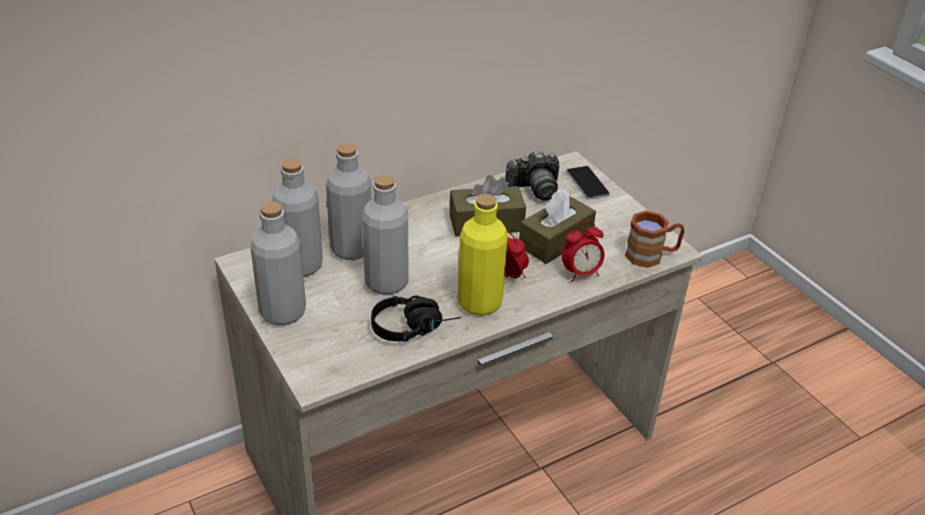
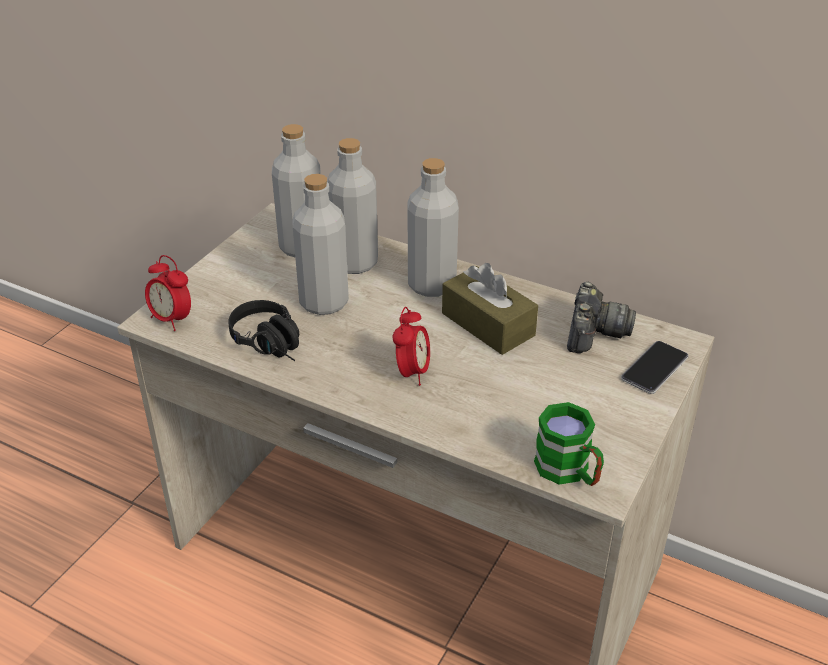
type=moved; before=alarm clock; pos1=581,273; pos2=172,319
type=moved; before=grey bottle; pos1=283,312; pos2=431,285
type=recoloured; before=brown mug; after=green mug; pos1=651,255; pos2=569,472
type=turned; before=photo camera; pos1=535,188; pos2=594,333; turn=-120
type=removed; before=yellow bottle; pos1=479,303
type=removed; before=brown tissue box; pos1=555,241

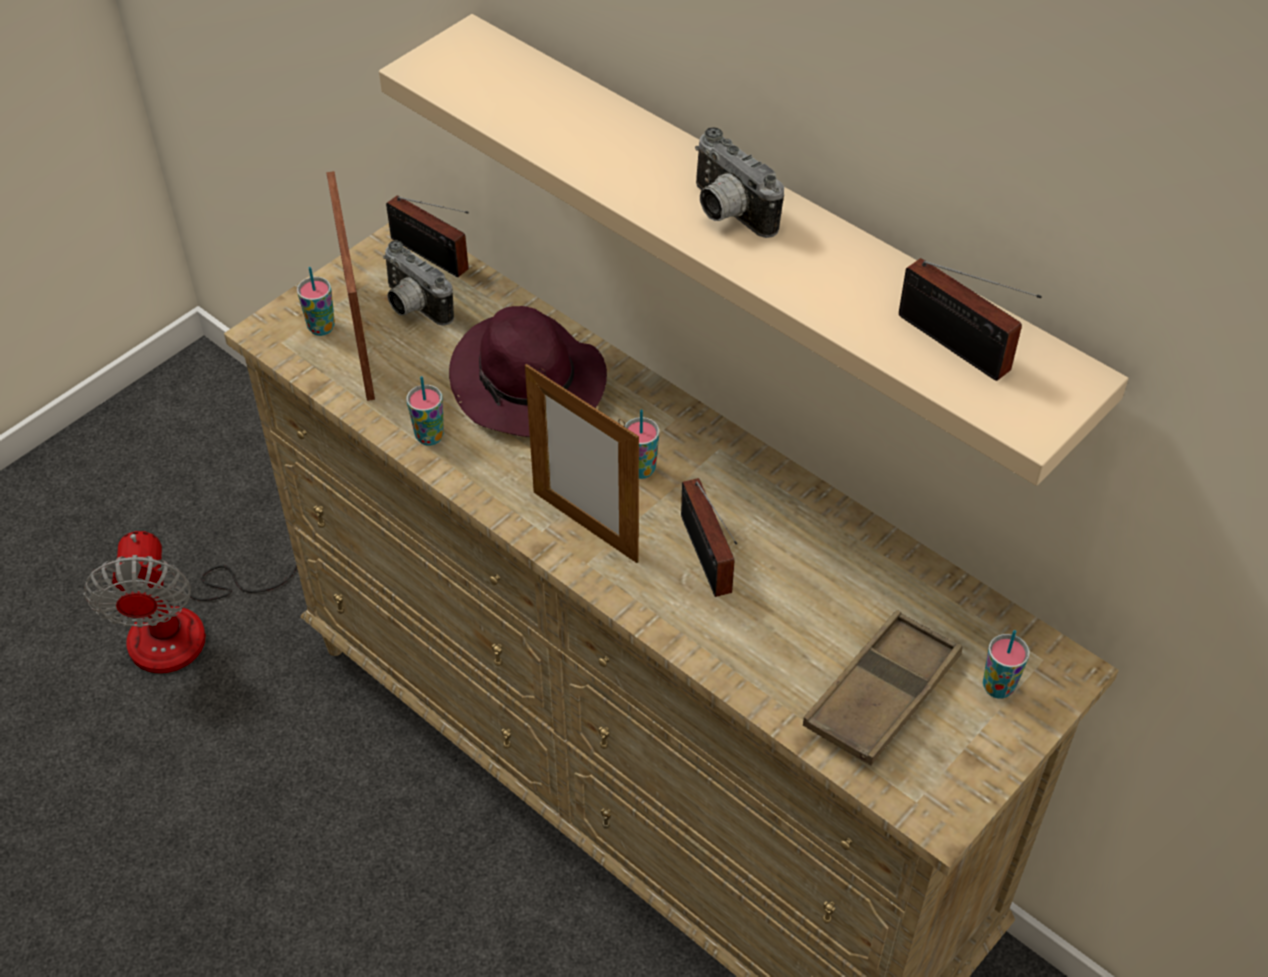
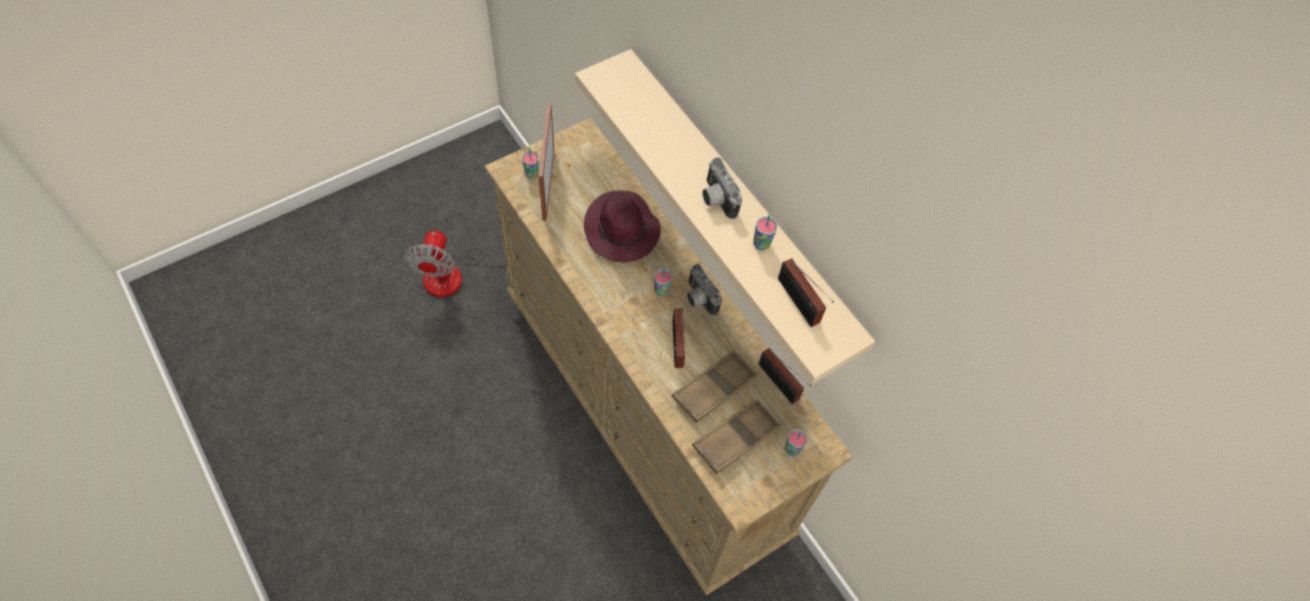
type=added; after=brown tray; pos2=714,389
type=moved; before=photo camera; pos1=412,307; pos2=698,299
type=moved; before=cup; pos1=429,436; pos2=761,244
type=moved; before=radio; pos1=432,257; pos2=779,384
type=removed; before=picture frame; pos1=585,526

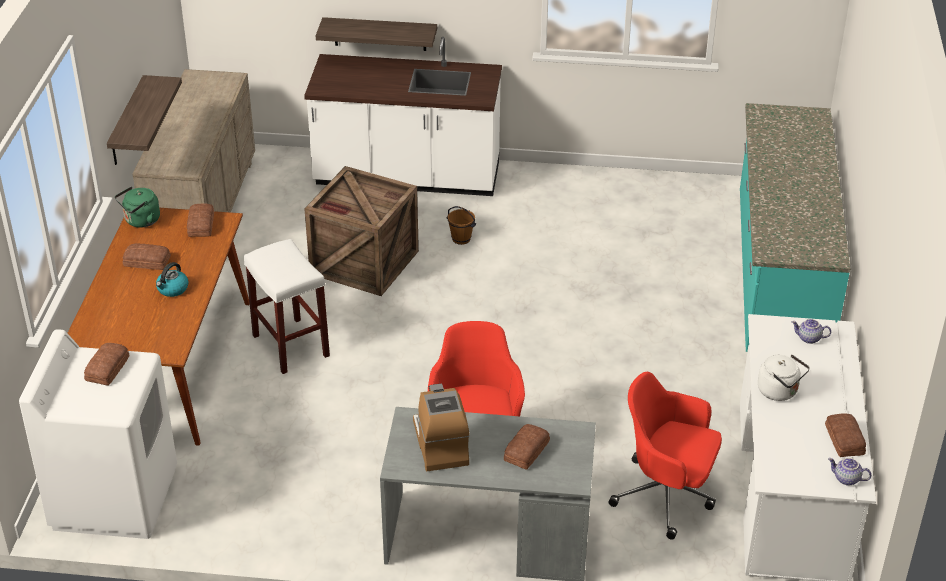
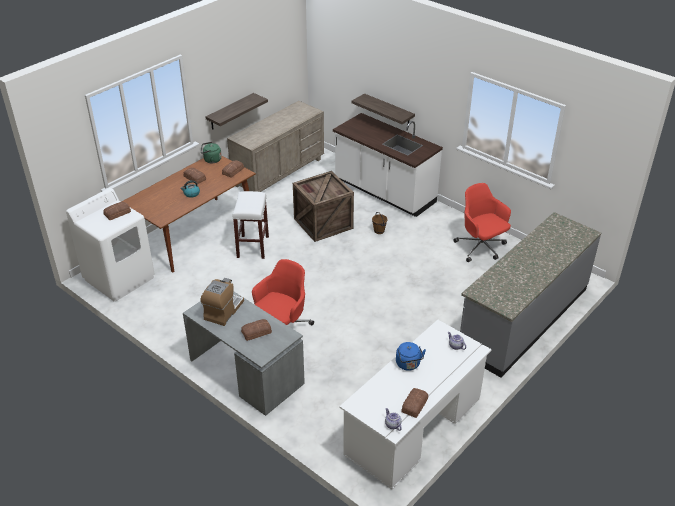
type=recoloured; before=white kettle; after=blue kettle; pos1=780,392; pos2=408,365
type=moved; before=red office chair; pos1=666,496; pos2=481,248
type=recoloured; before=turquoise counter; after=grey counter; pos1=778,279; pos2=523,319

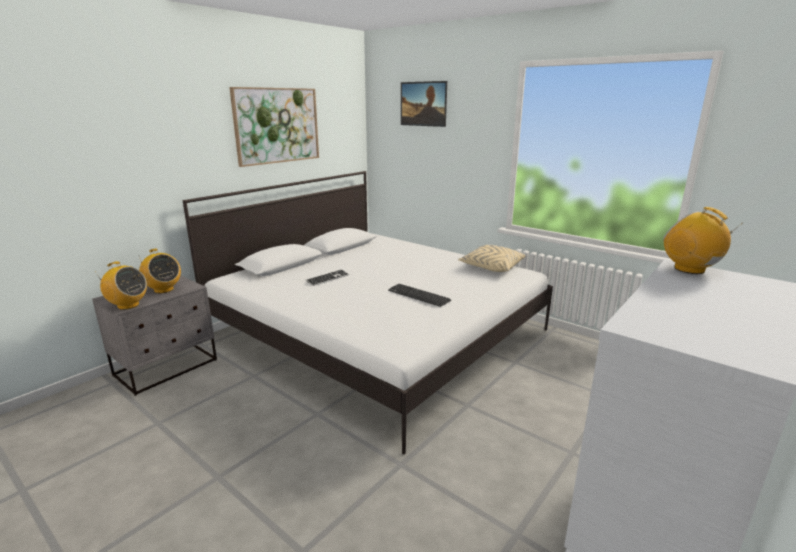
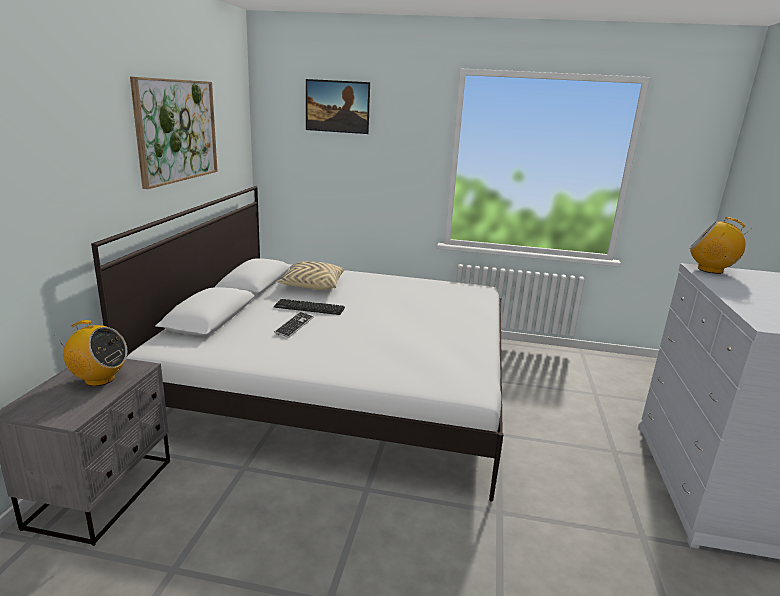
type=moved; before=keyboard; pos1=418,295; pos2=309,308
type=moved; before=beige pillow; pos1=491,267; pos2=312,286
type=removed; before=radio; pos1=128,305

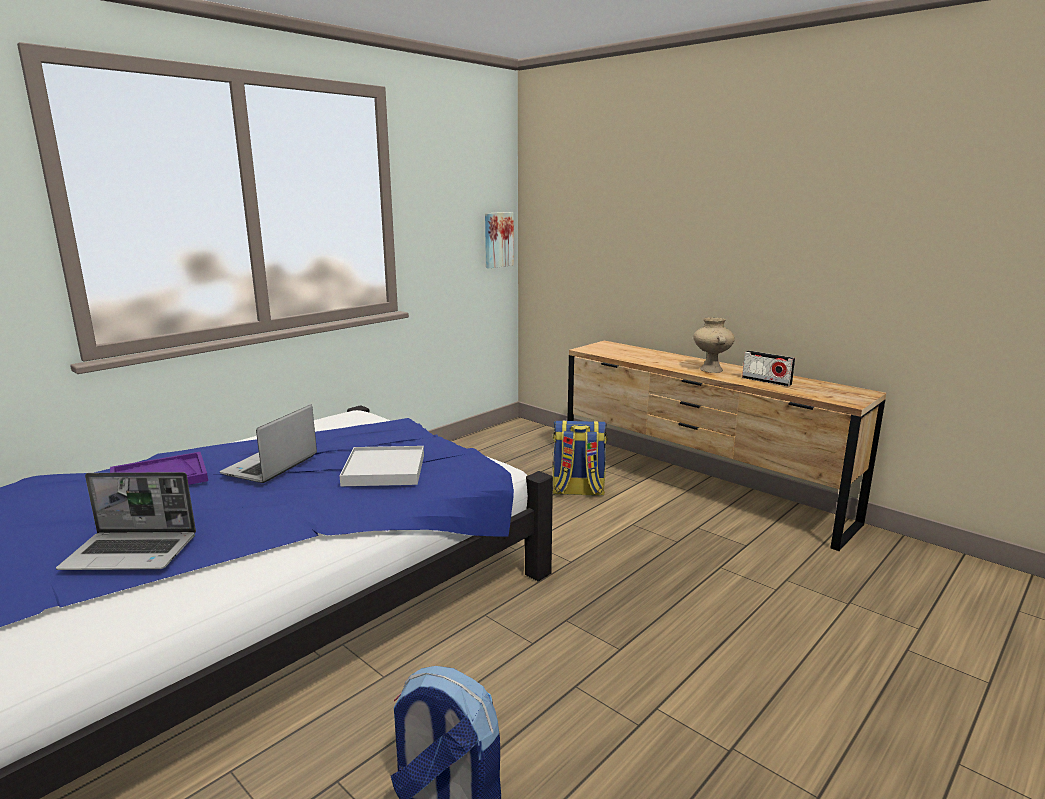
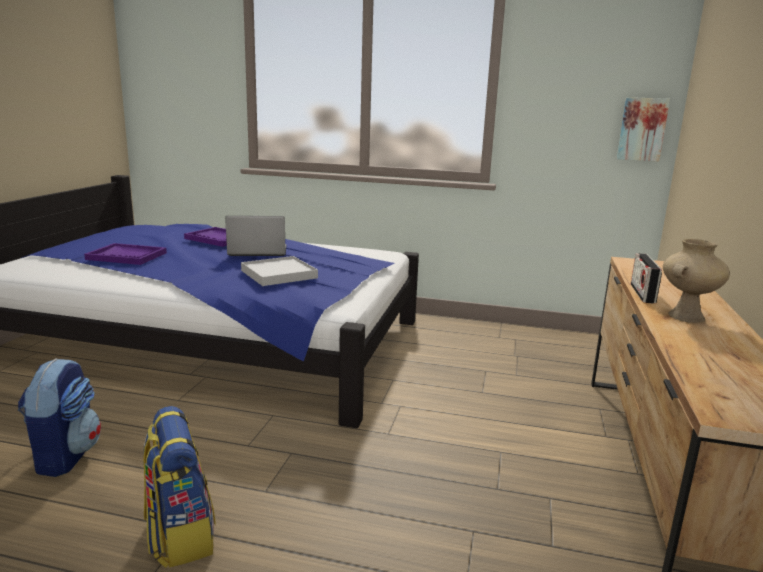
type=replaced; before=laptop; after=purple tray; pos1=132,552; pos2=127,256
type=moved; before=backpack; pos1=577,491; pos2=180,535
type=moved; before=radio; pos1=766,381; pos2=642,293

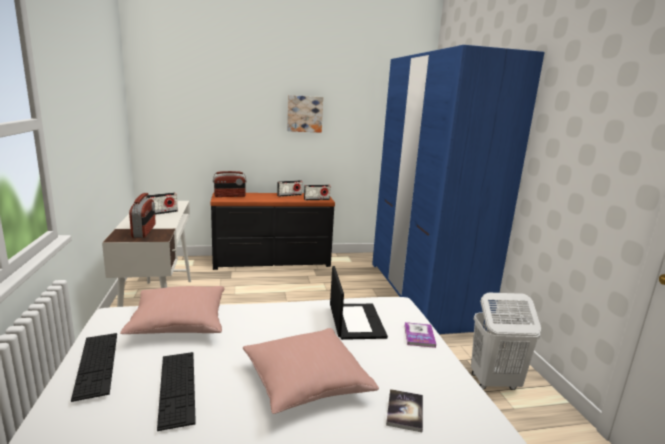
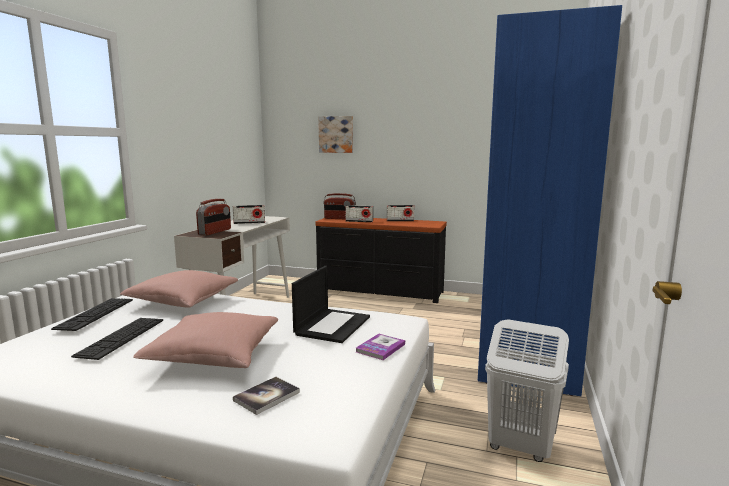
type=moved; before=picture; pos1=304,113; pos2=336,134
type=moved; before=radio; pos1=316,199; pos2=359,221

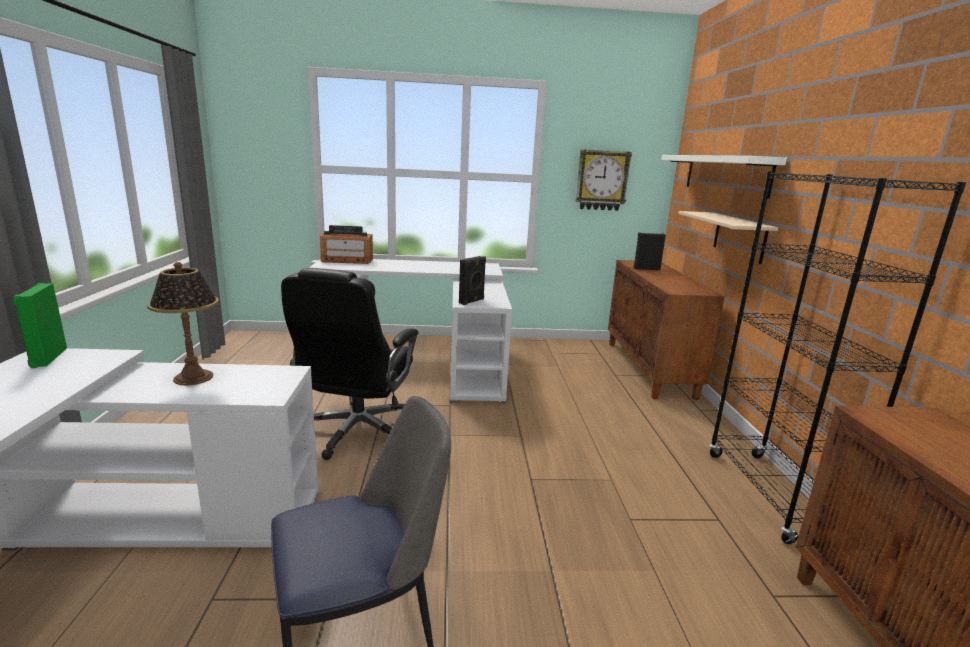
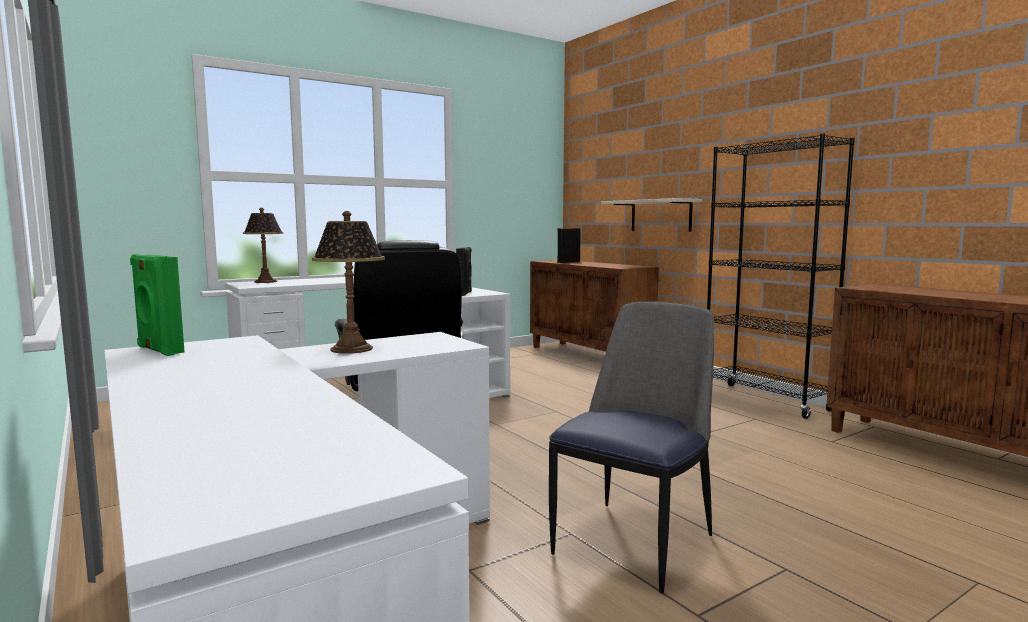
type=replaced; before=radio; after=table lamp; pos1=347,260; pos2=266,282
type=removed; before=wall clock; pos1=601,180
type=removed; before=white shelf; pos1=725,174

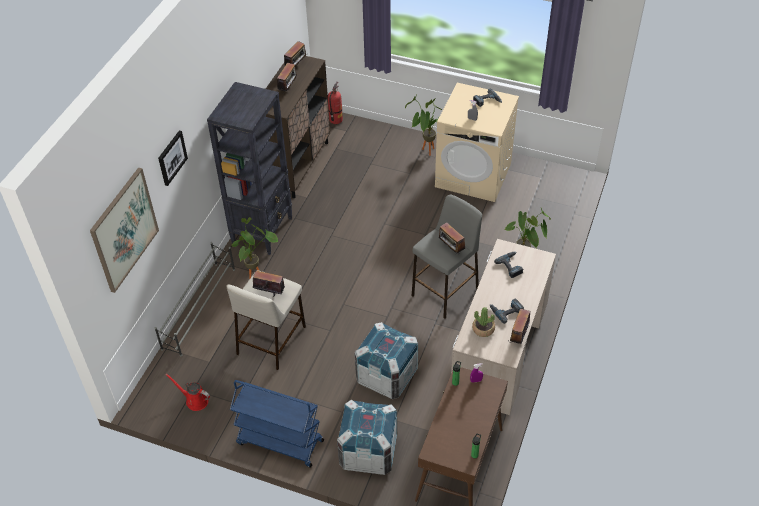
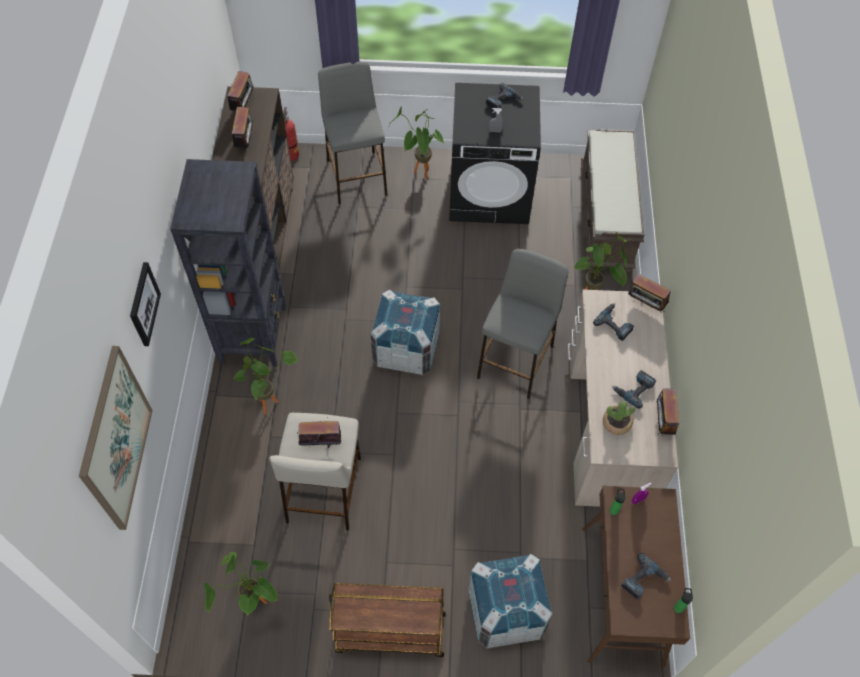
type=replaced; before=red watering can; after=potted plant; pos1=194,400; pos2=255,606
type=added; after=grey stool; pos2=356,176
type=recoloured; before=blue cart; after=brown cart; pos1=279,442; pos2=389,633
type=moved; before=crate; pos1=387,375; pos2=406,349
type=recoloured; before=beige washing machine; after=black washing machine; pos1=473,175; pos2=490,193
type=added; after=brown bench; pos2=606,218
type=added; after=power drill; pos2=644,580
type=moved; before=radio; pos1=451,249; pos2=645,305
type=removed; before=grey shoe rack; pos1=199,308

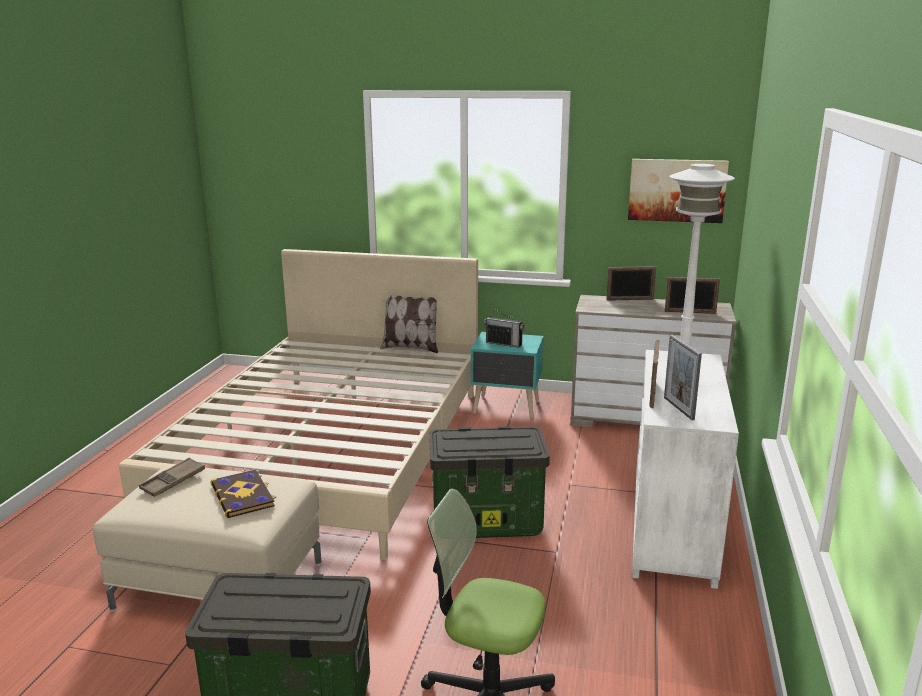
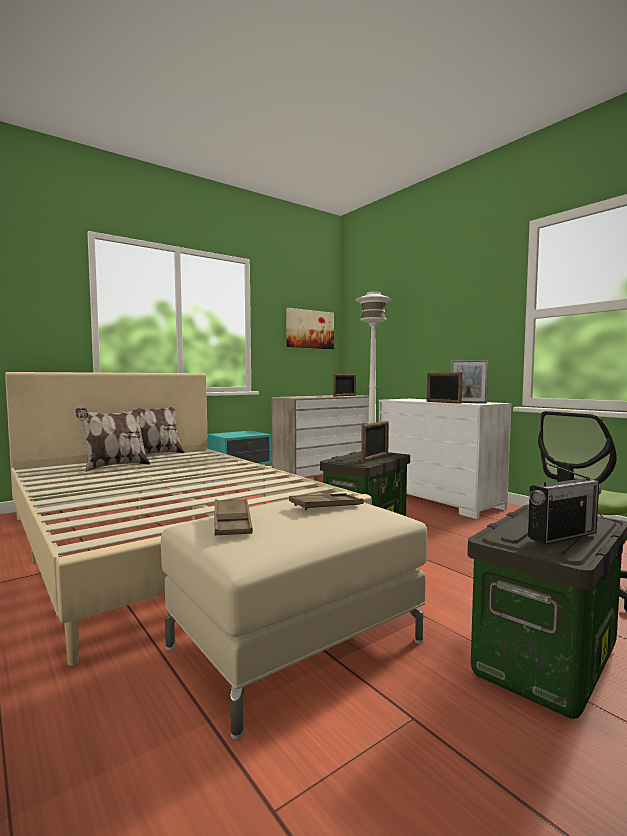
type=added; after=pillow; pos2=115,466
type=replaced; before=book; after=brown tray; pos1=243,495; pos2=326,506
type=moved; before=picture frame; pos1=630,299; pos2=375,458
type=moved; before=radio; pos1=504,343; pos2=562,535

